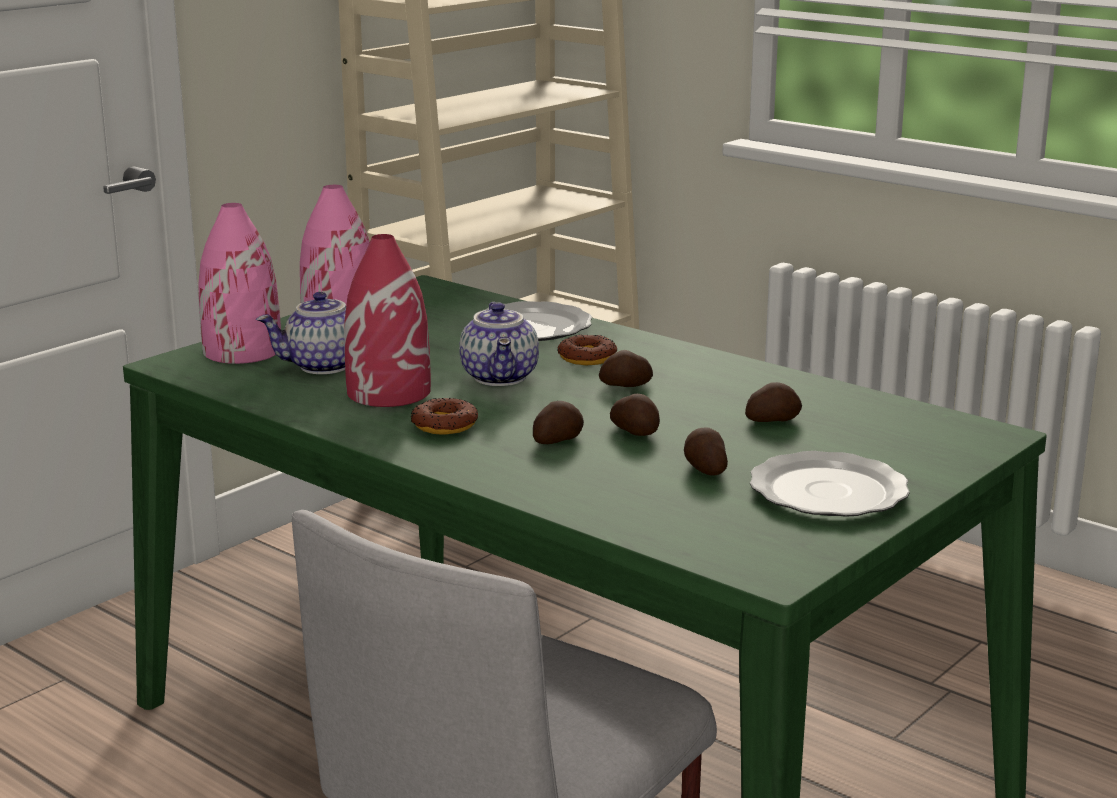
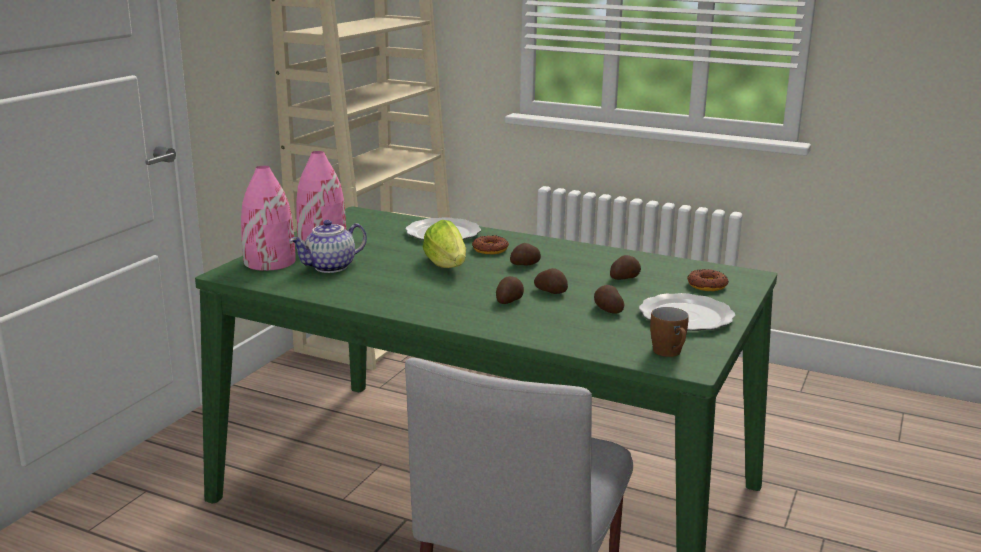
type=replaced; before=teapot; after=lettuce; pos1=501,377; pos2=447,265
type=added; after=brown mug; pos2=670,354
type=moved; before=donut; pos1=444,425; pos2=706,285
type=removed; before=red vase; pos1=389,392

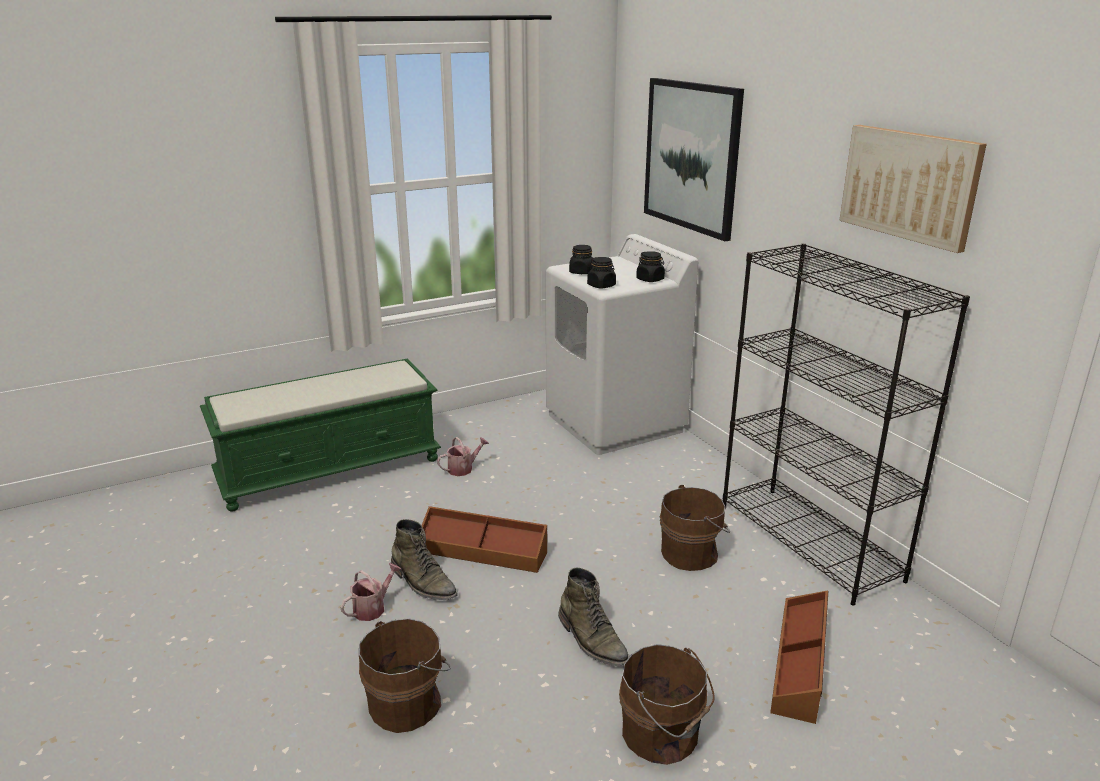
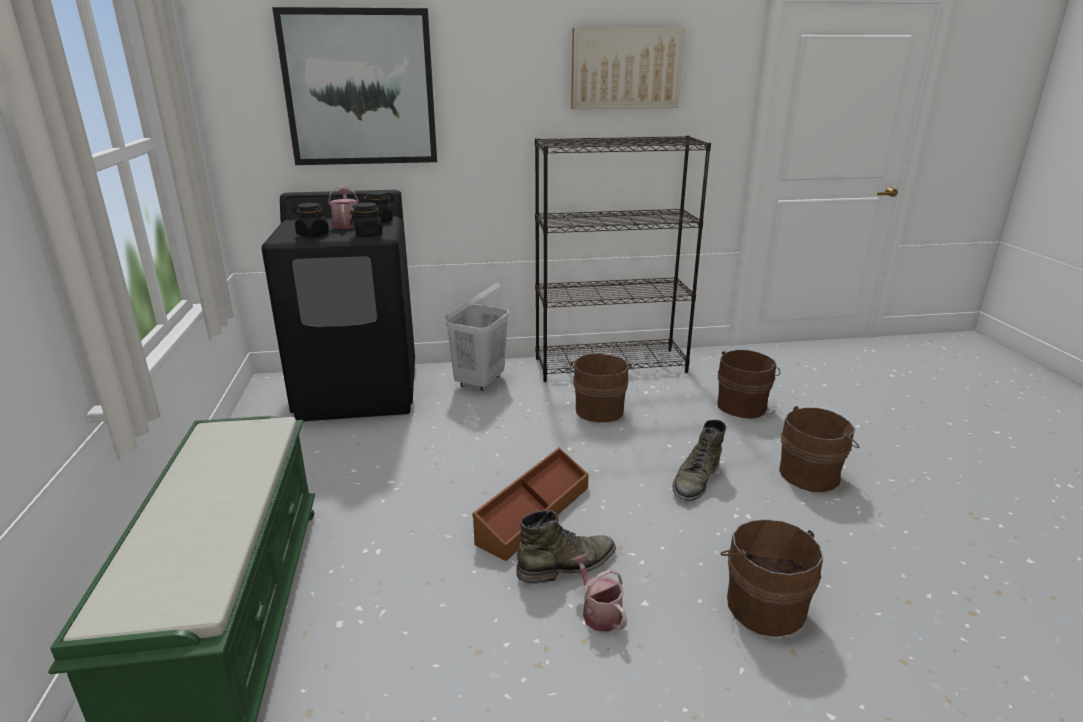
type=recoloured; before=white washing machine; after=black washing machine; pos1=615,423; pos2=359,391
type=moved; before=watering can; pos1=463,469; pos2=346,224
type=added; after=white laundry basket; pos2=480,382
type=turned; before=green boot; pos1=592,640; pos2=696,480; turn=135
type=replaced; before=brown storage box; after=brown bucket; pos1=800,664; pos2=743,405

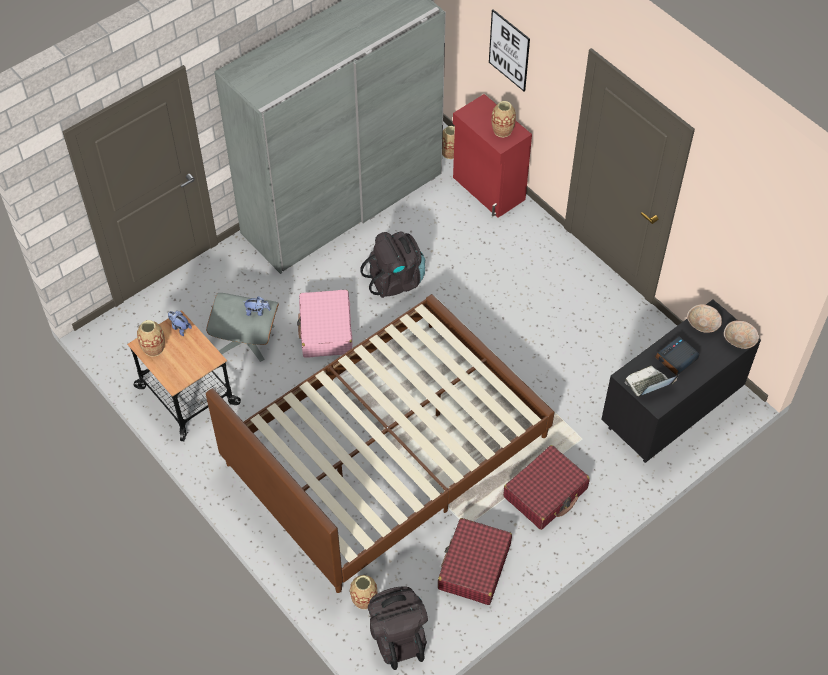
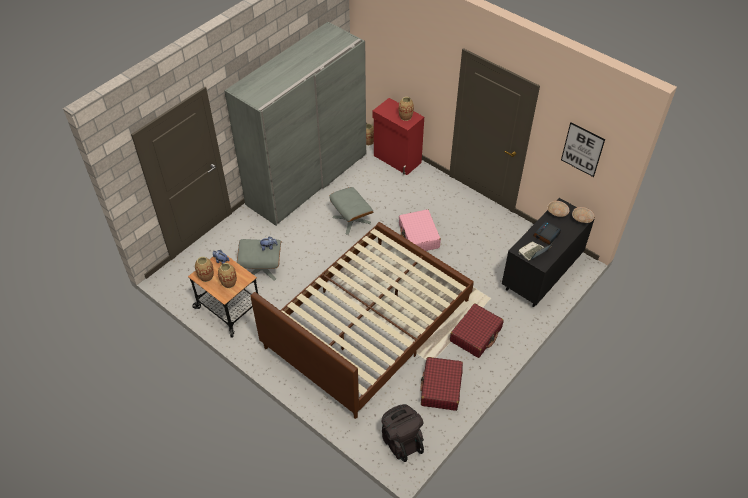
type=moved; before=vase; pos1=364,599; pos2=229,283
type=replaced; before=black backpack; after=grey ottoman; pos1=396,280; pos2=351,220
type=moved; before=pink suitcase; pos1=326,330; pos2=418,236
type=moved; before=picture; pos1=509,50; pos2=582,149

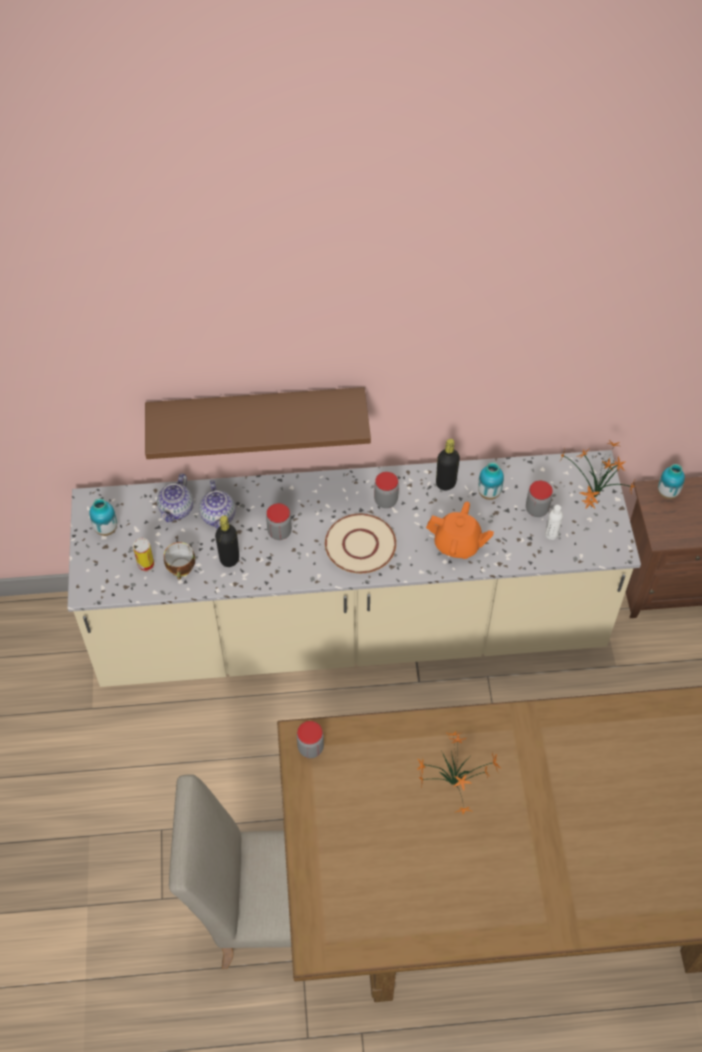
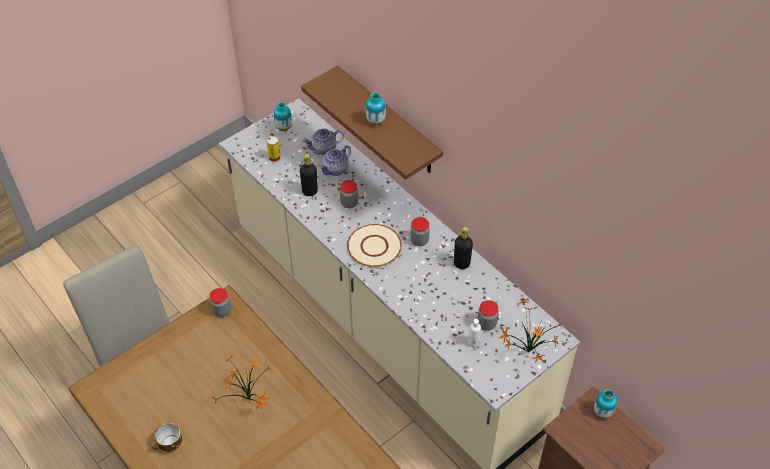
type=moved; before=cup; pos1=182,569; pos2=170,445
type=moved; before=vase; pos1=489,493; pos2=375,121
type=removed; before=orange teapot; pos1=457,545

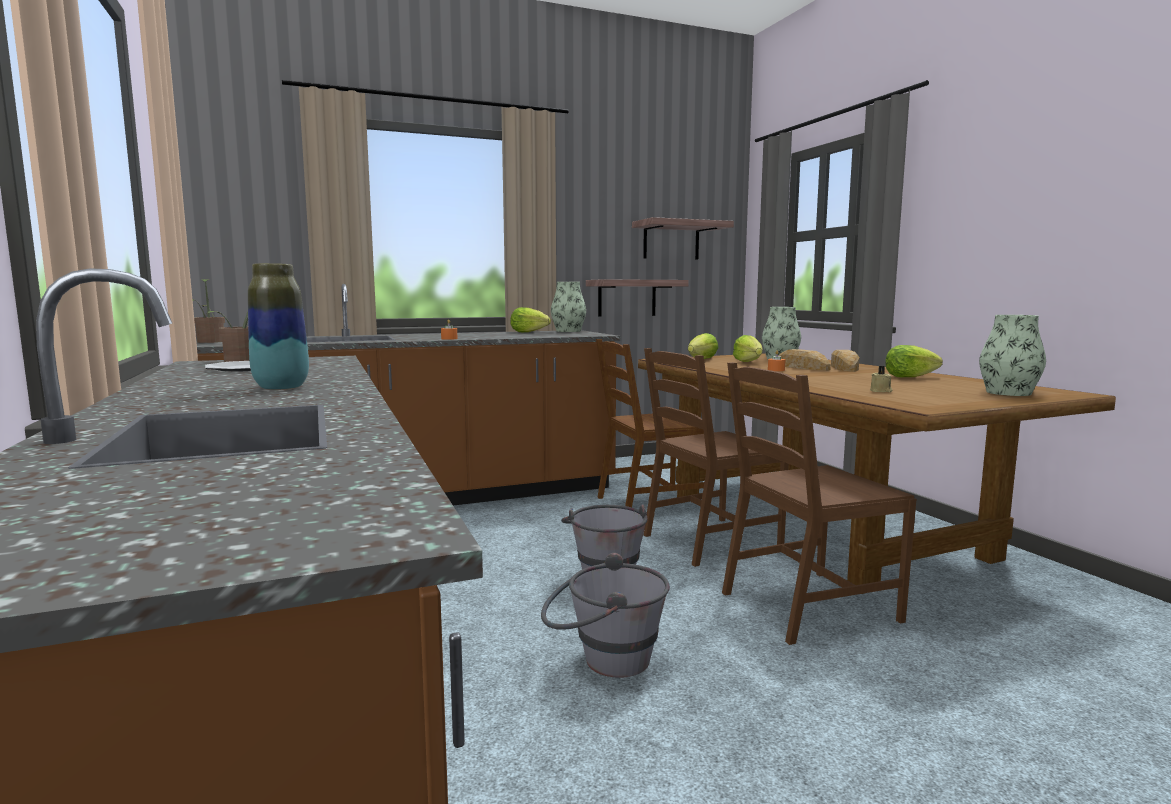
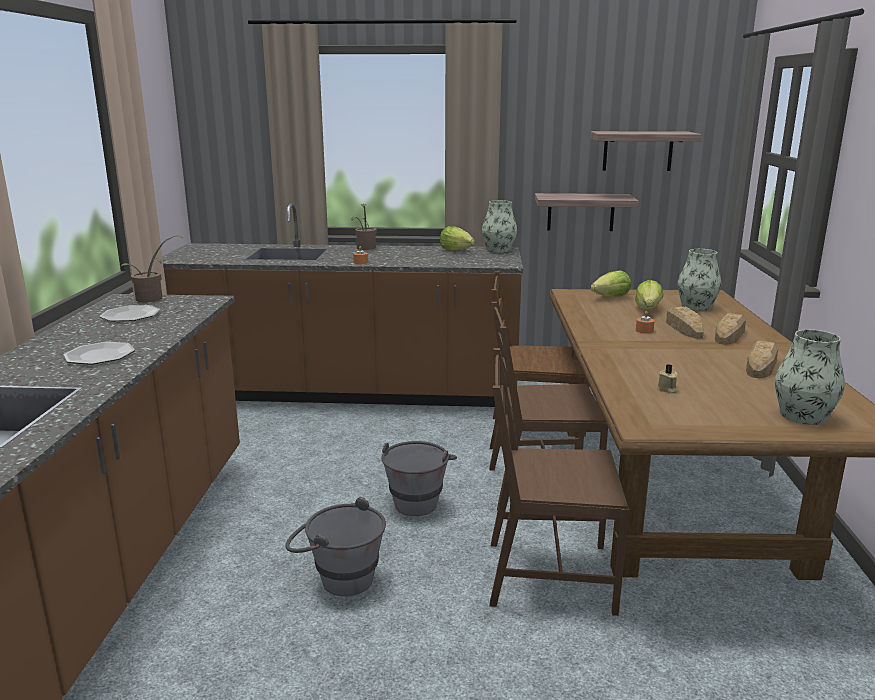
type=replaced; before=vase; after=plate; pos1=281,388; pos2=99,355
type=moved; before=potted plant; pos1=209,342; pos2=365,248
type=replaced; before=lettuce; after=bread; pos1=909,377; pos2=761,365

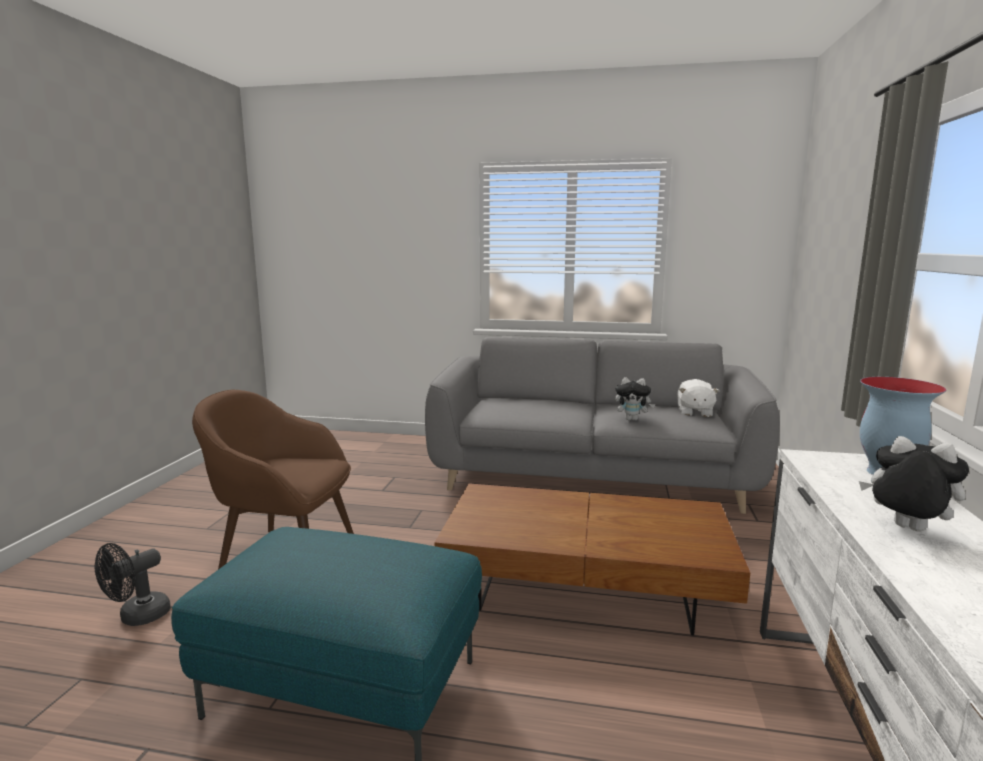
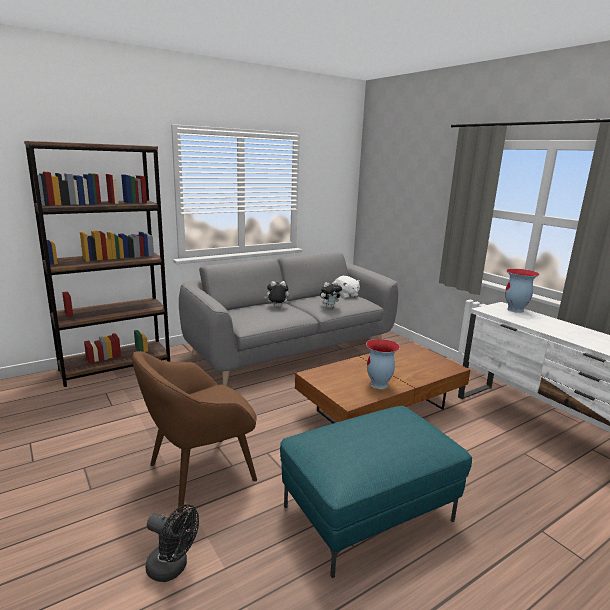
type=added; after=brown bookcase; pos2=116,366
type=turned; before=black fan; pos1=137,617; pos2=172,568; turn=-60
type=moved; before=plush toy; pos1=905,529; pos2=276,307
type=added; after=vase; pos2=379,385

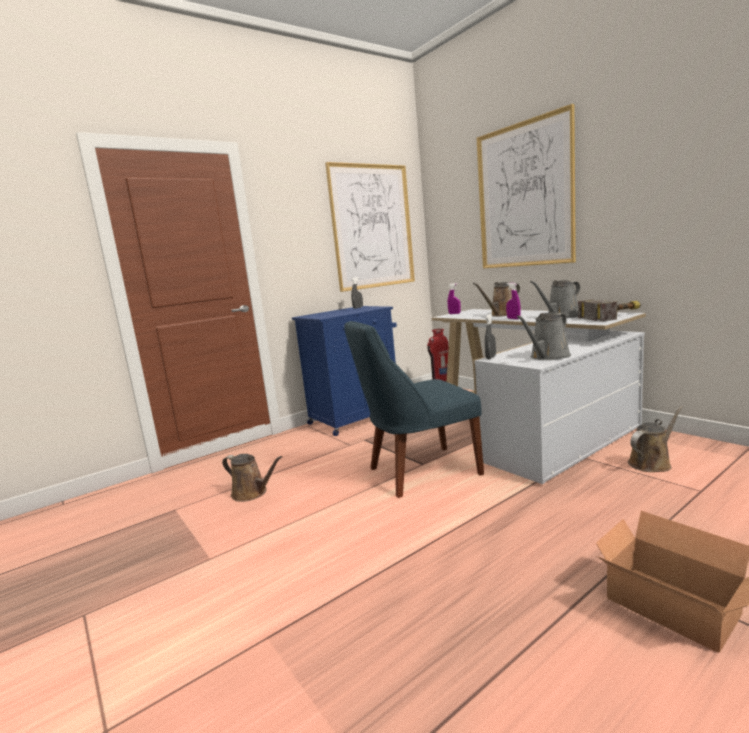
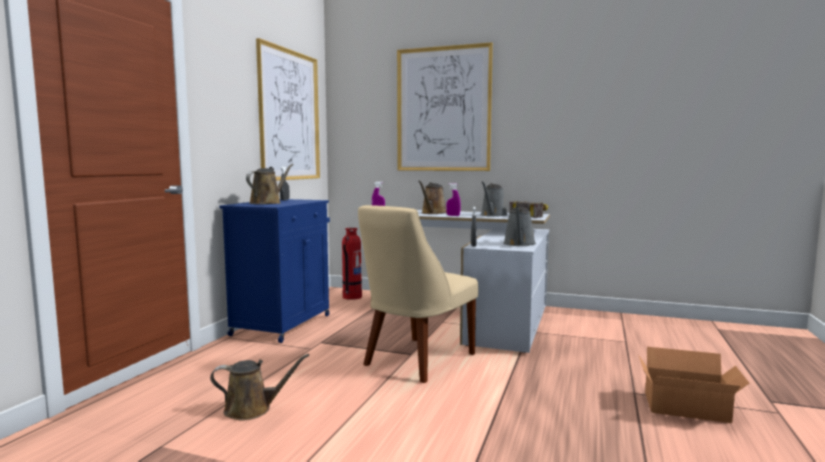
type=moved; before=brown watering can; pos1=652,463; pos2=267,203
type=recoloured; before=blue chair; after=beige chair; pos1=419,472; pos2=416,361

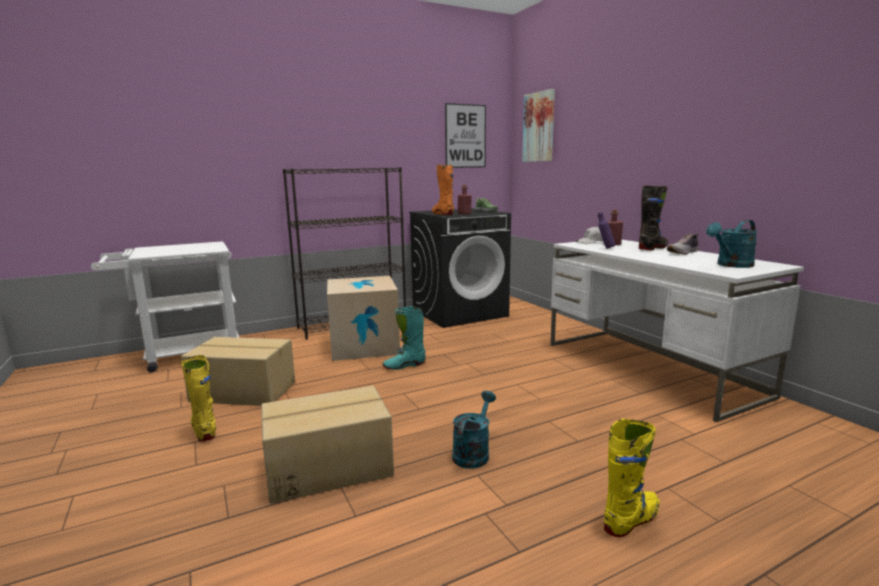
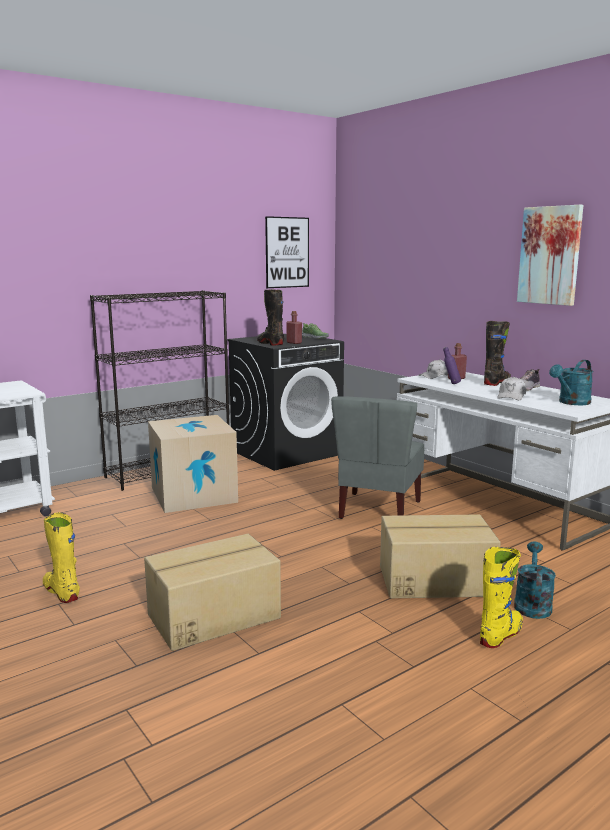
type=recoloured; before=orange boot; after=black boot; pos1=442,214; pos2=270,343
type=added; after=grey chair; pos2=378,510
type=moved; before=cardboard box; pos1=244,391; pos2=434,580
type=added; after=white cap; pos2=511,396
type=moved; before=turquoise watering can; pos1=473,453; pos2=532,604
type=moved; before=picture; pos1=539,127; pos2=550,255
type=removed; before=turquoise boot; pos1=404,365

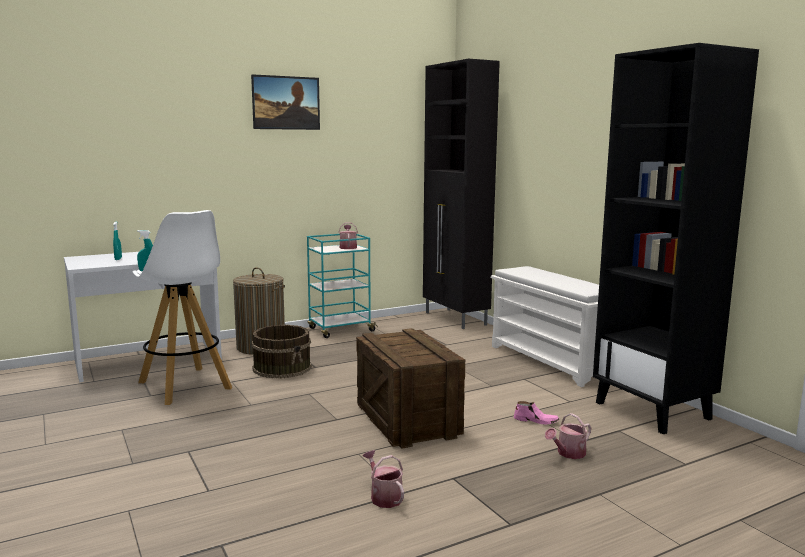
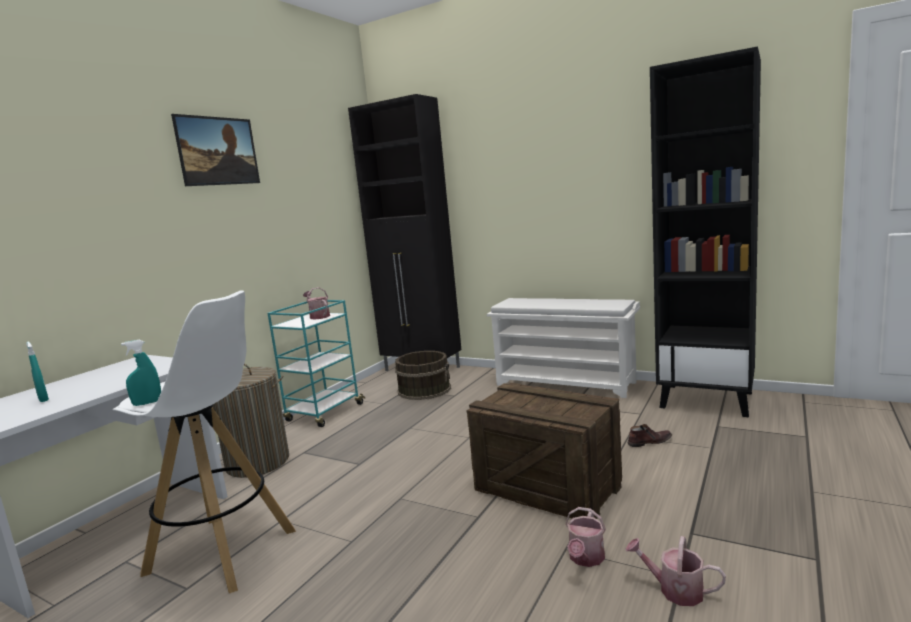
type=moved; before=brown bucket; pos1=282,367; pos2=424,389
type=moved; before=watering can; pos1=568,453; pos2=585,559
type=recoloured; before=pink shoe; after=brown shoe; pos1=536,421; pos2=649,442

